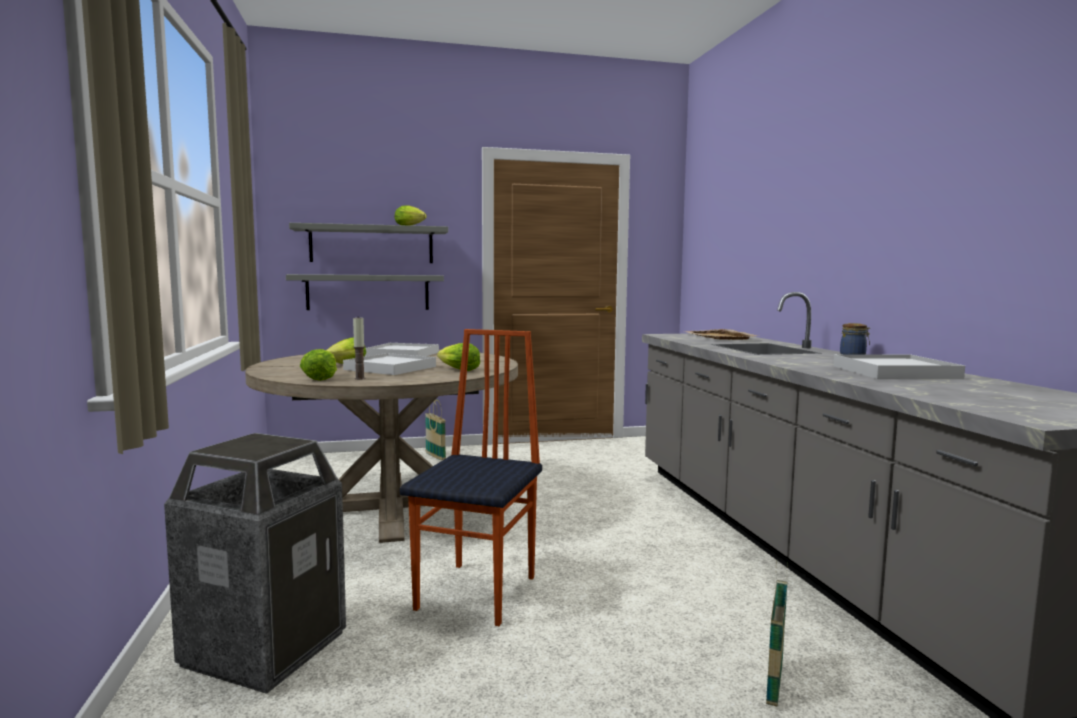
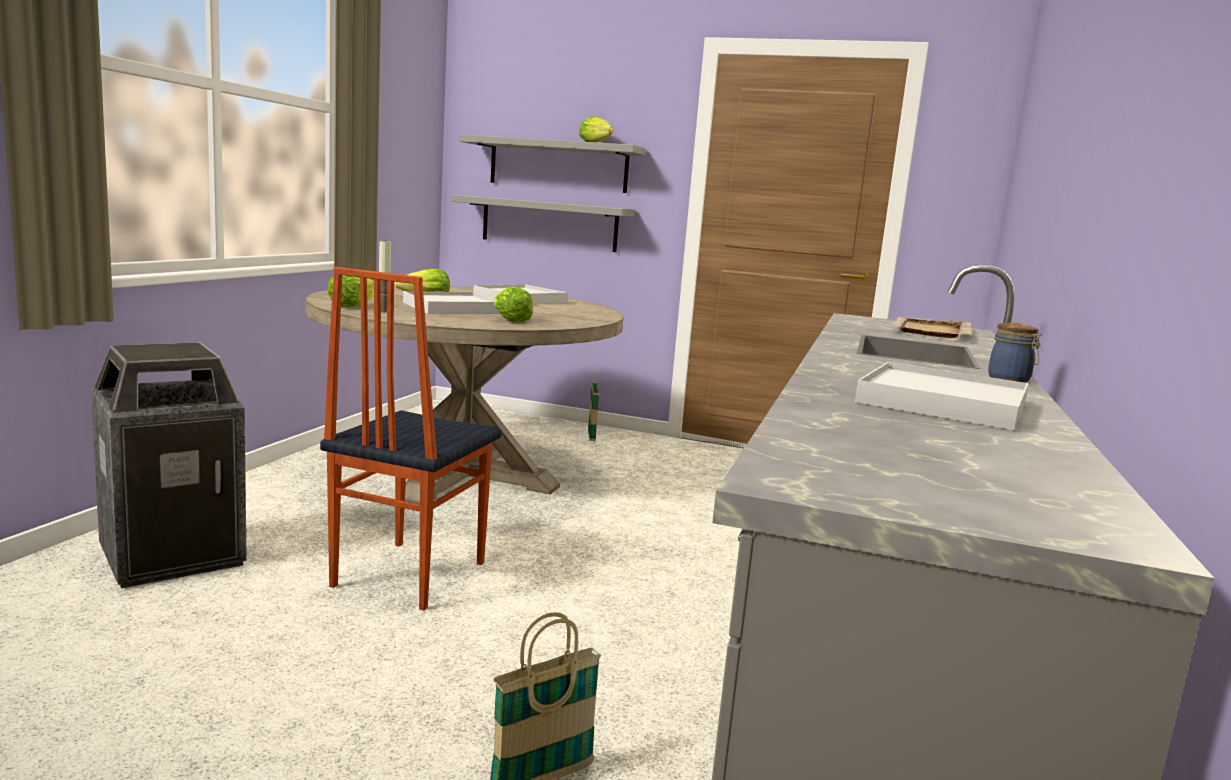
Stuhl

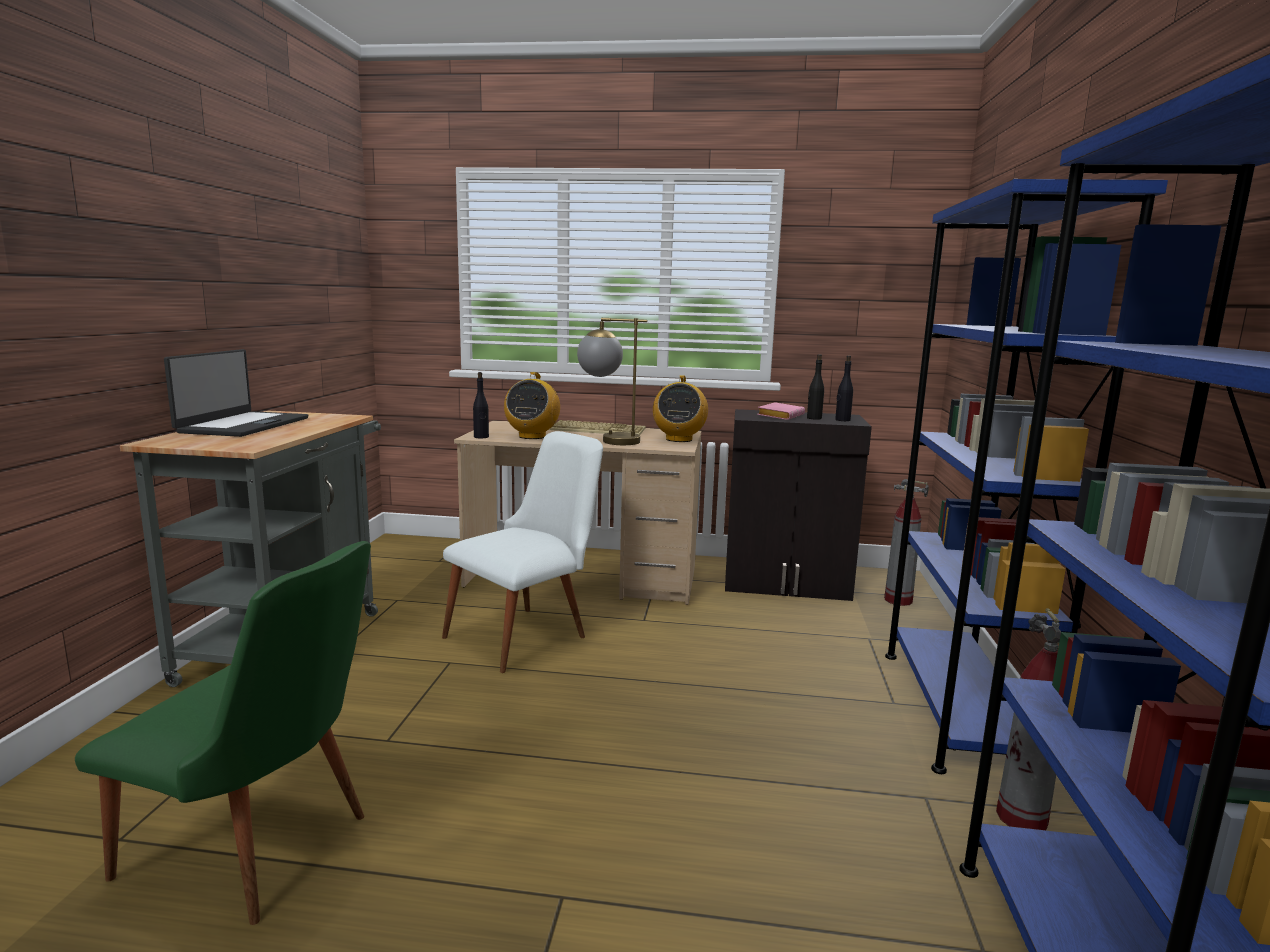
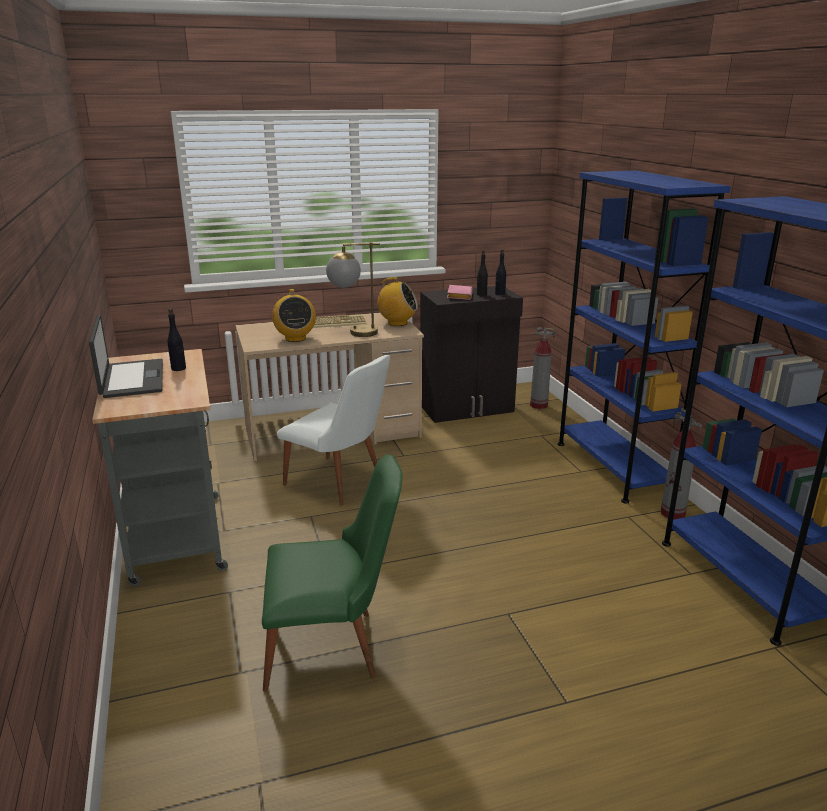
Flasche [schwarz] (no. 1 from left); Stuhl [weiß]; Radio (no. 2 from left)

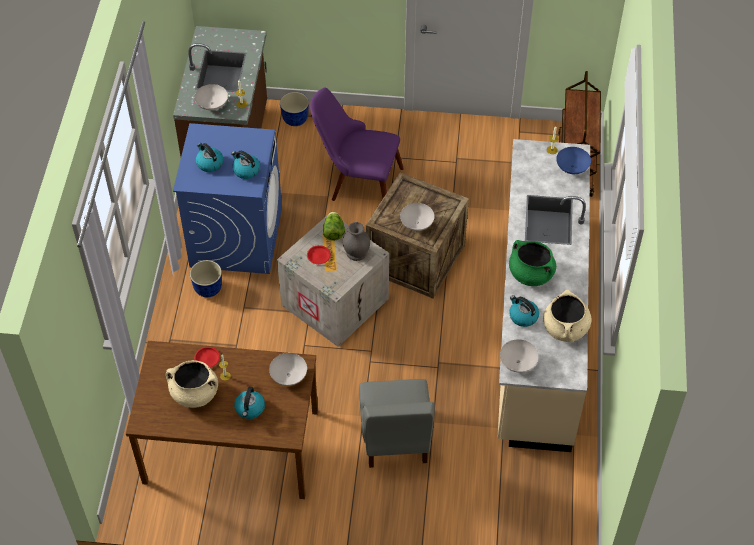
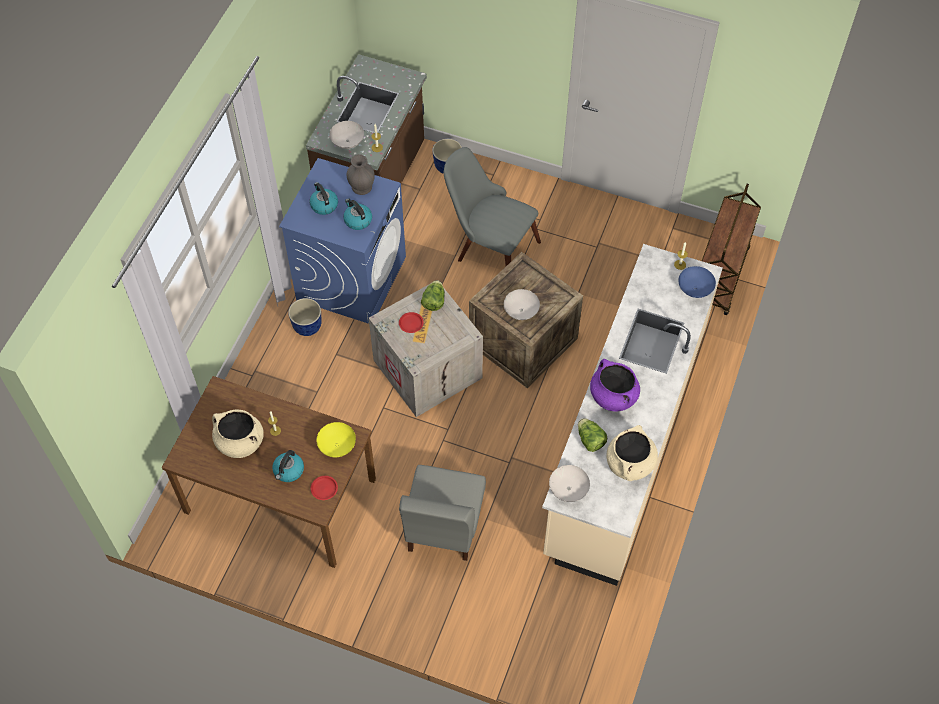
Teller [rot] (no. 1 from left); Schüssel [gelb]; Vase [grau]; Stuhl [grau] (no. 2 from left); Salatkopf (no. 2 from left); Kochtopf [lila]

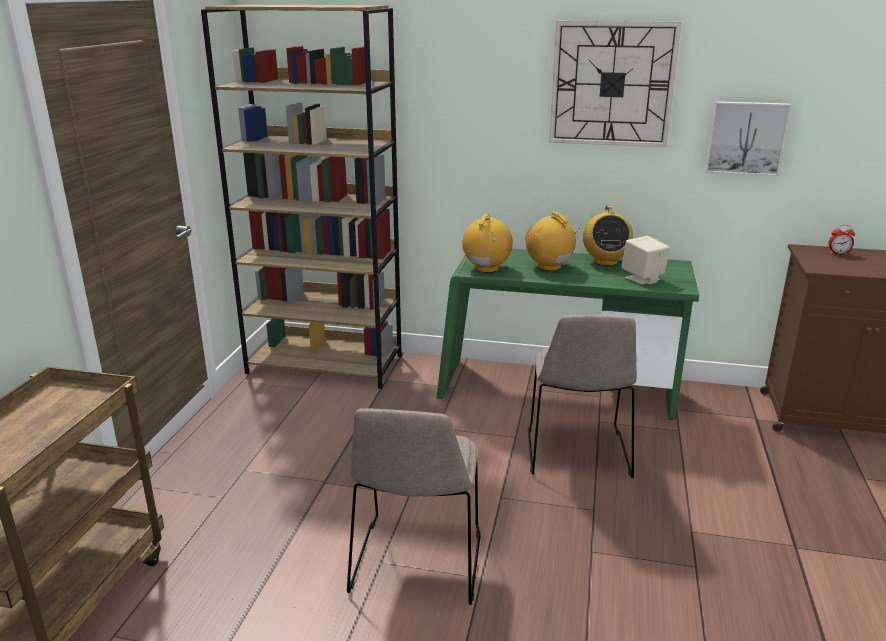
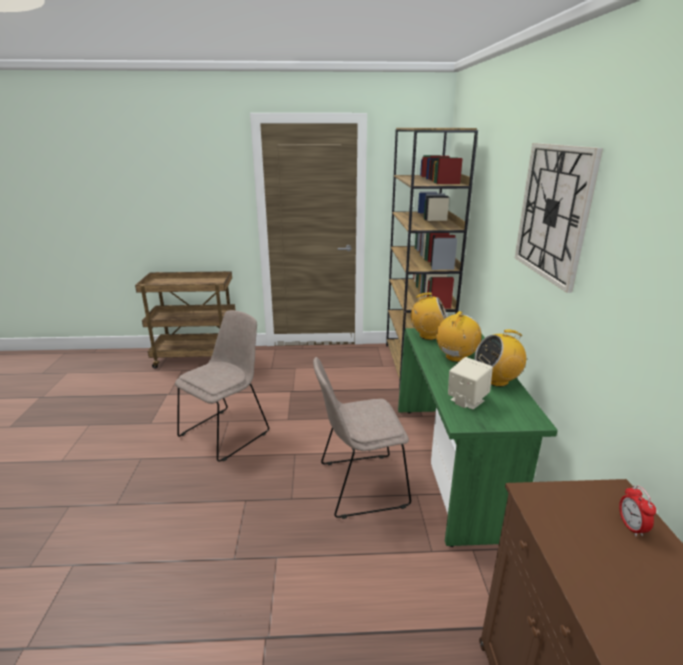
Stuhl [beige] (no. 1 from left); Bild

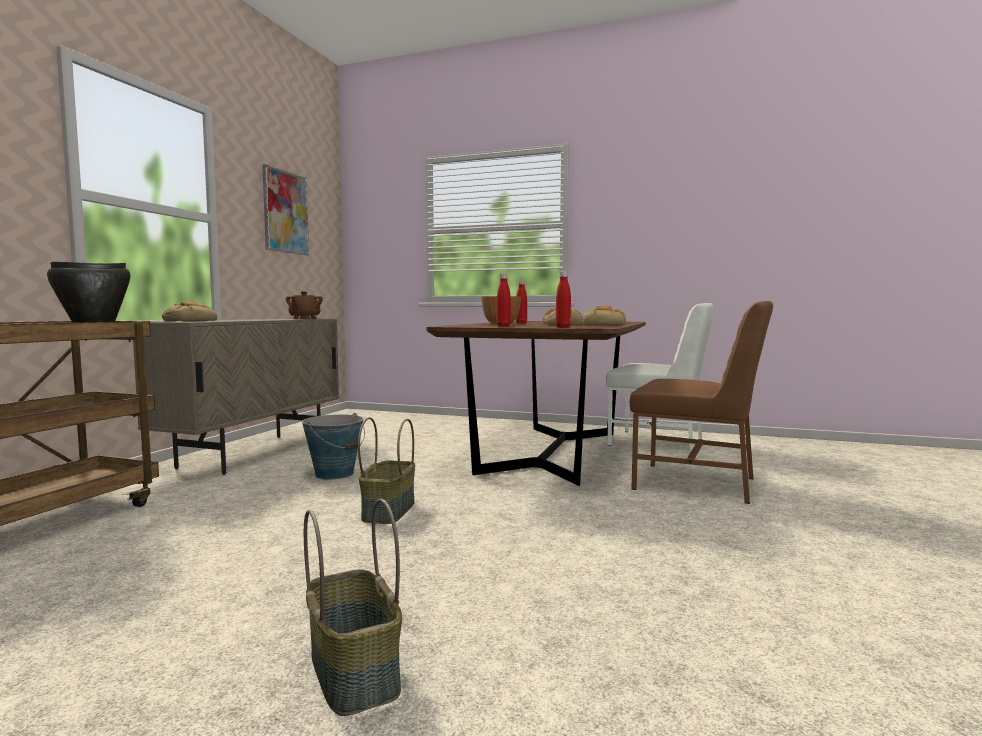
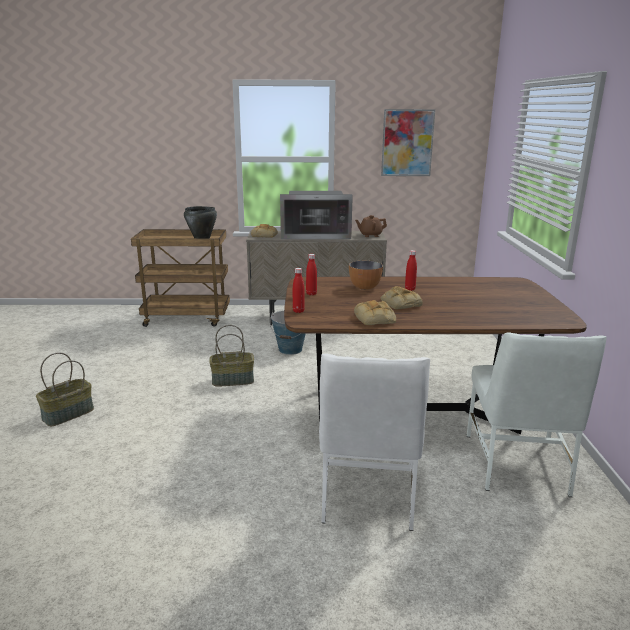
Mikrowelle; Stuhl [weiß] (no. 1 from left)

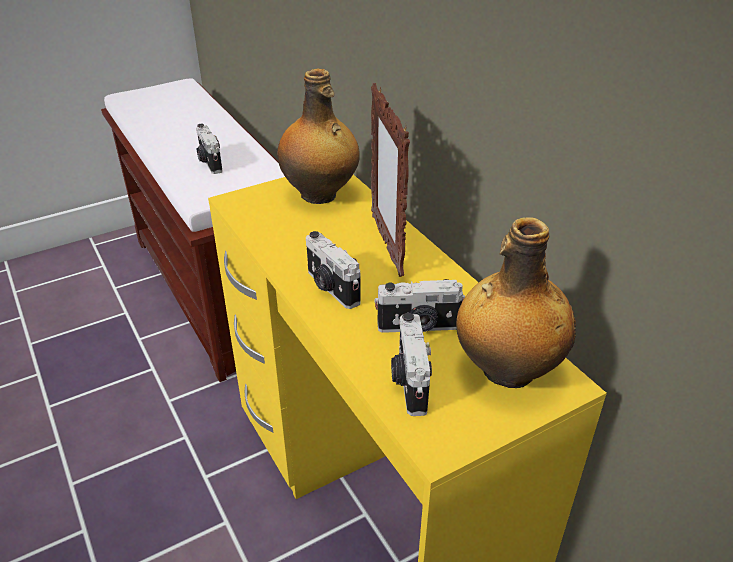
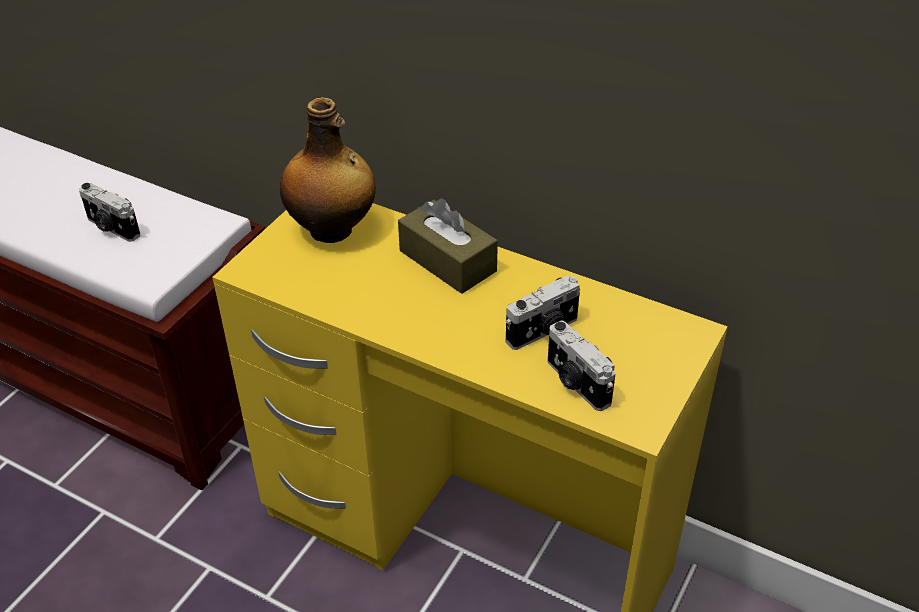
Taschentuchbox [braun]; Kamera (no. 2 from left in the first image); Flasche (no. 2 from left in the first image)

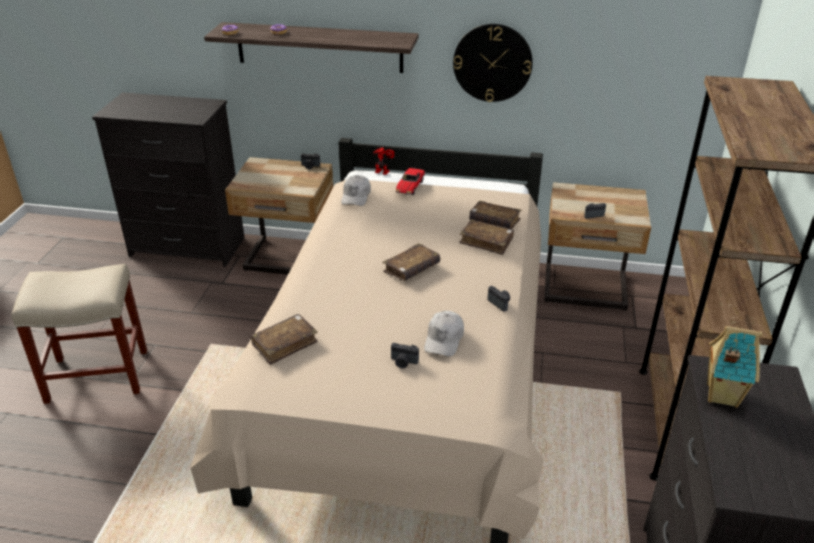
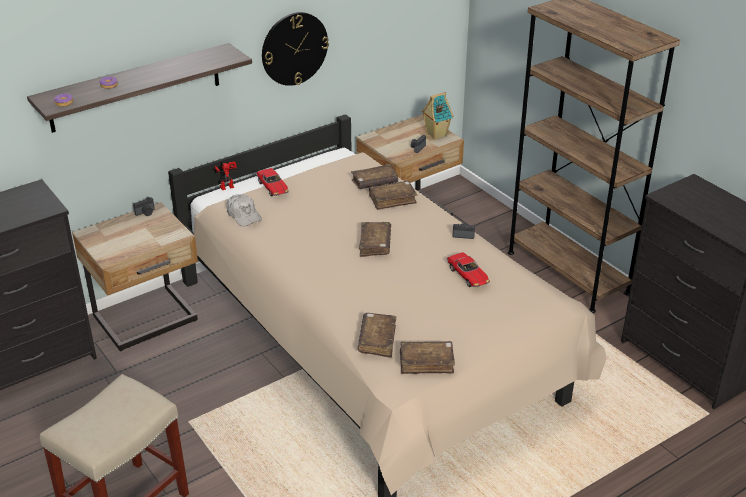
Buch [braun] (no. 5 from left); Spielzeughaus; Spielzeugauto (no. 2 from left); Kamera (no. 2 from left in the first image)

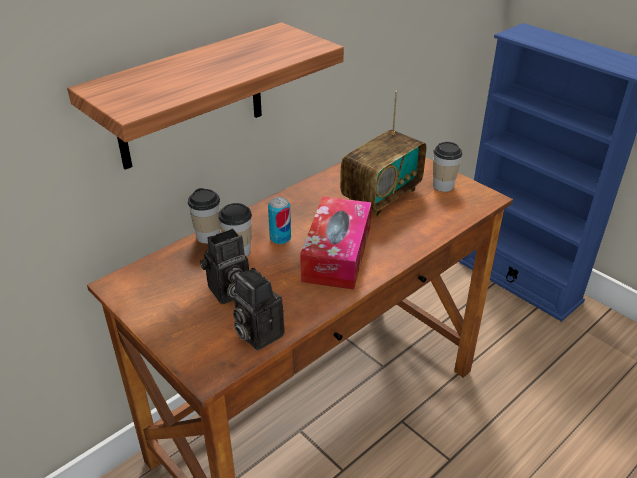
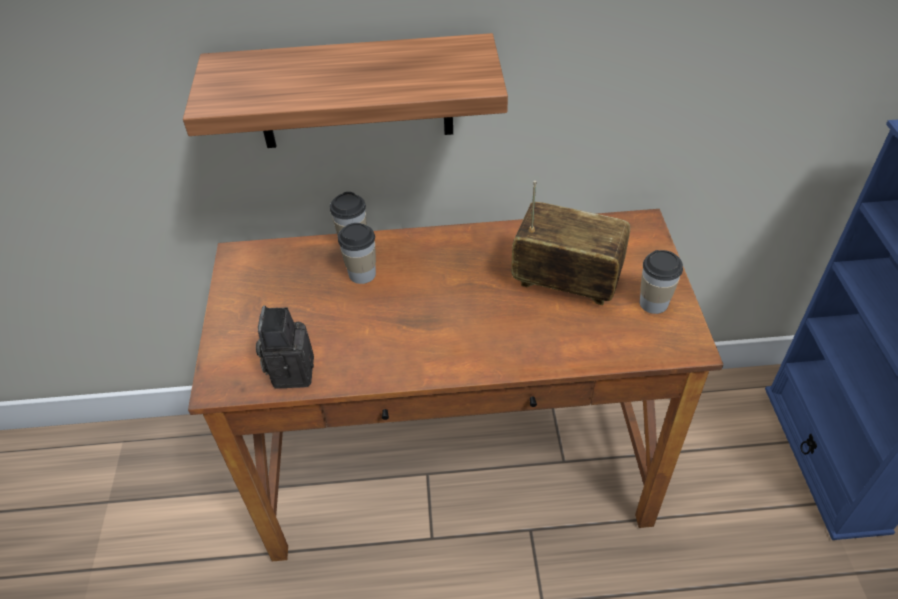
Radio; Kamera (no. 1 from left in the first image); Dose; Taschentuchbox

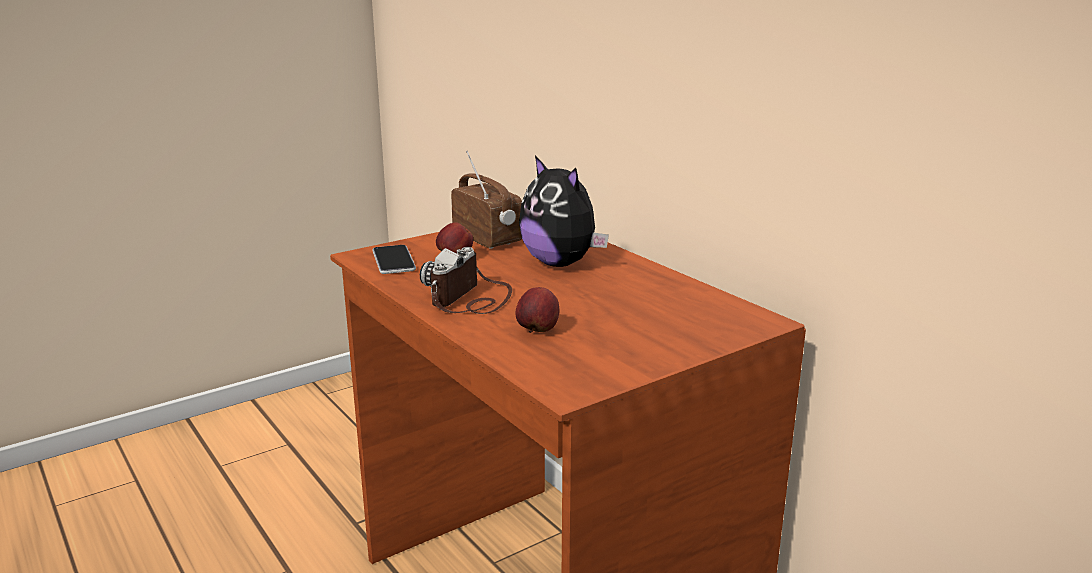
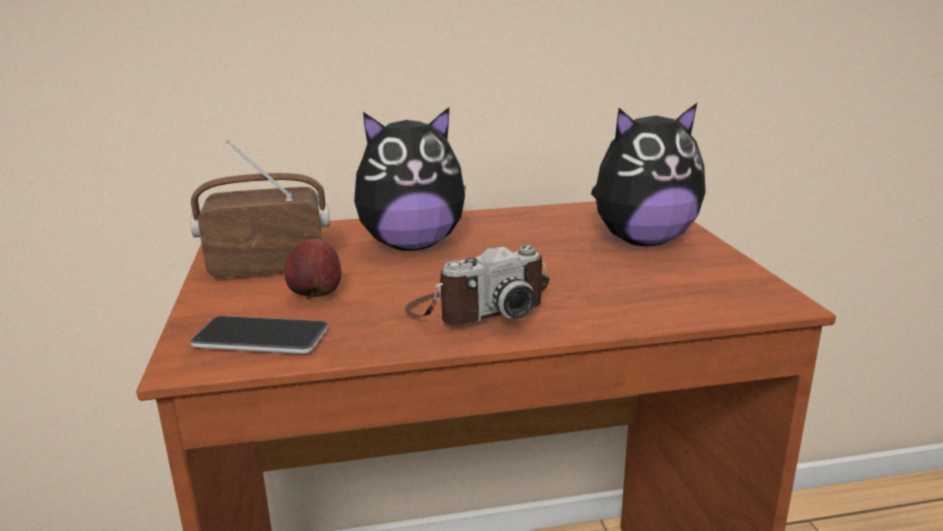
Kamera; Plüschtier (no. 2 from left); Apfel (no. 2 from left in the first image)

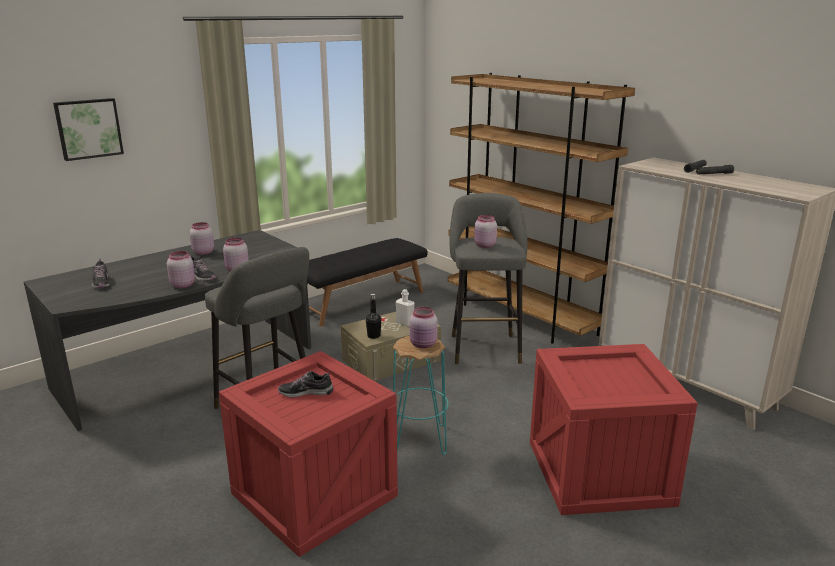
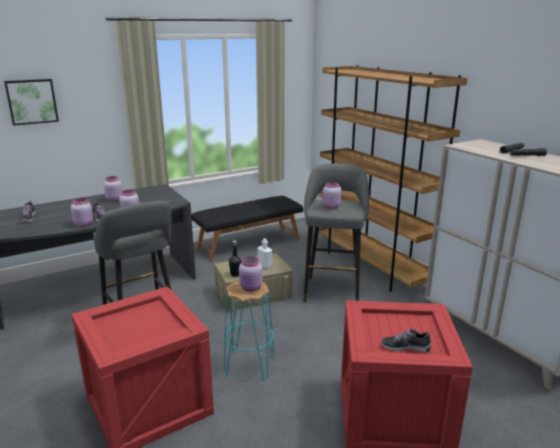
Schuh (no. 3 from left)

